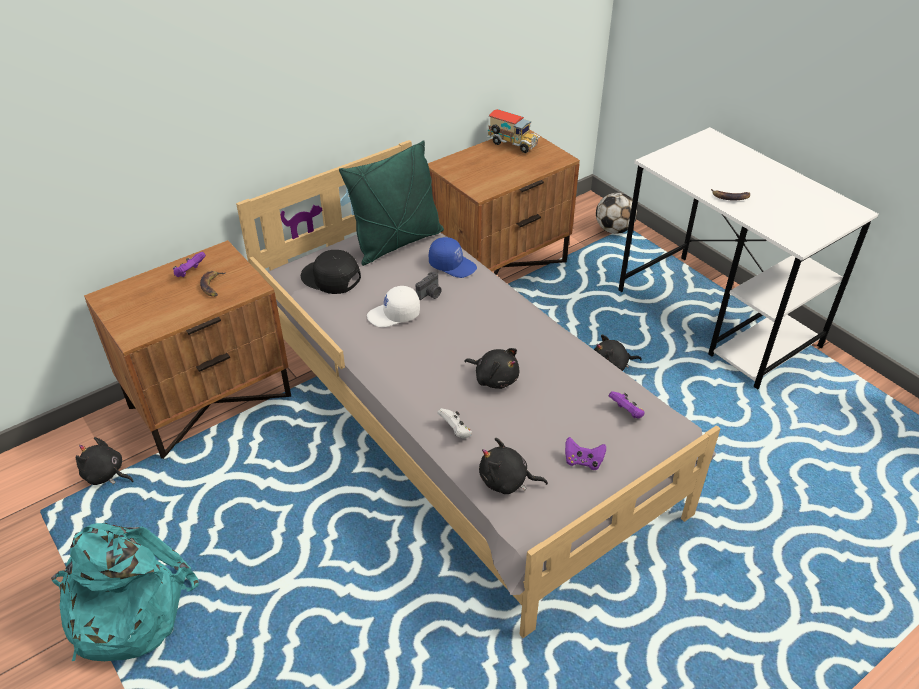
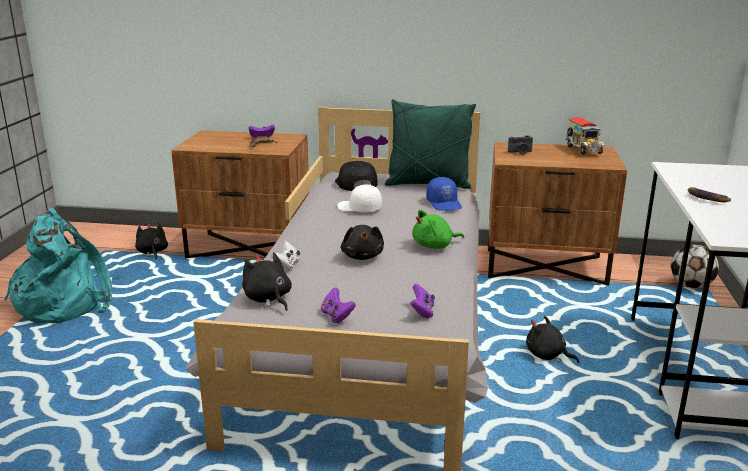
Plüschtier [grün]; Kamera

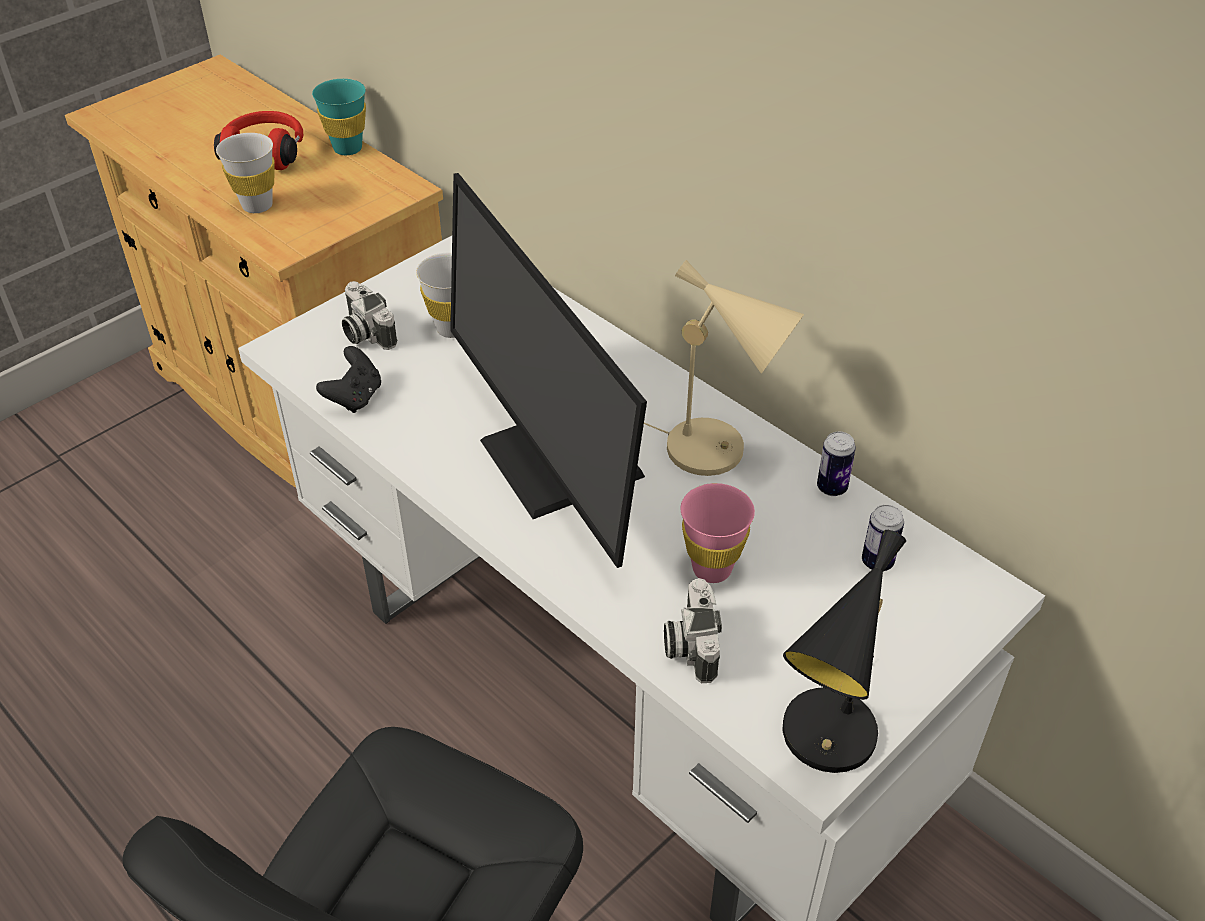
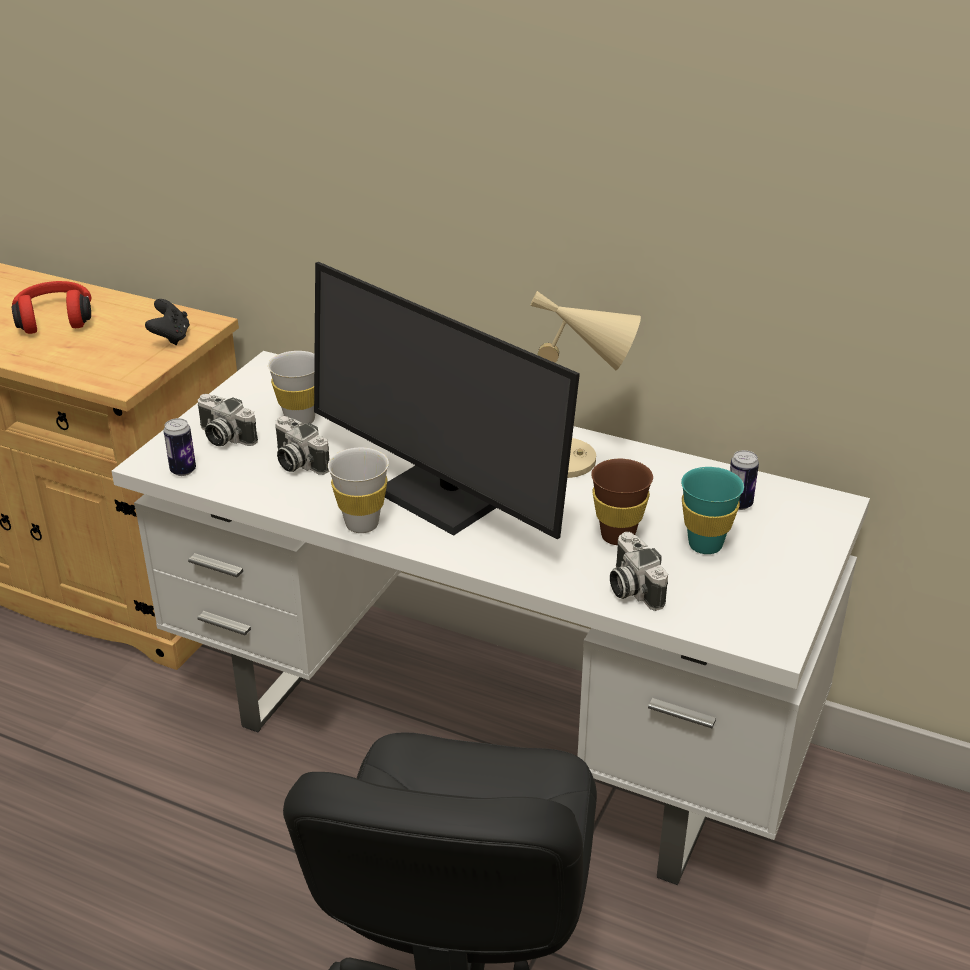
Gamepad [schwarz]; Dose (no. 1 from left); Kamera (no. 2 from left); Tasse [weiß] (no. 2 from left); Tasse [braun]; Tasse [türkis]; Tischlampe [schwarz]

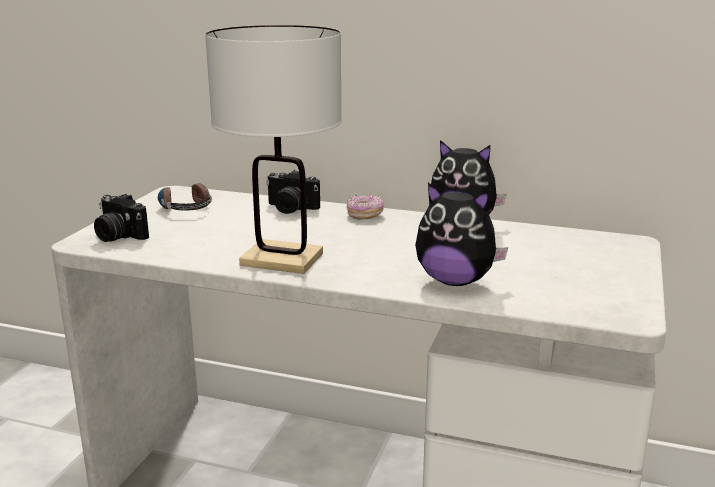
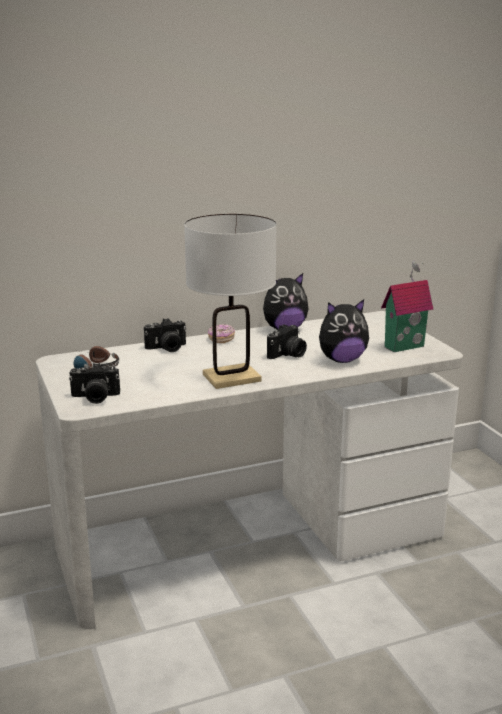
Kamera (no. 3 from left); Spielzeughaus

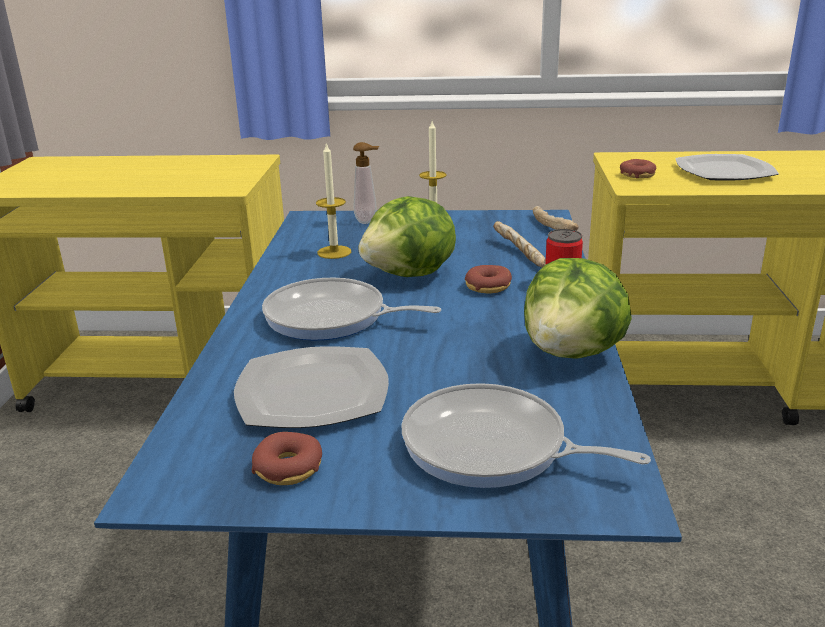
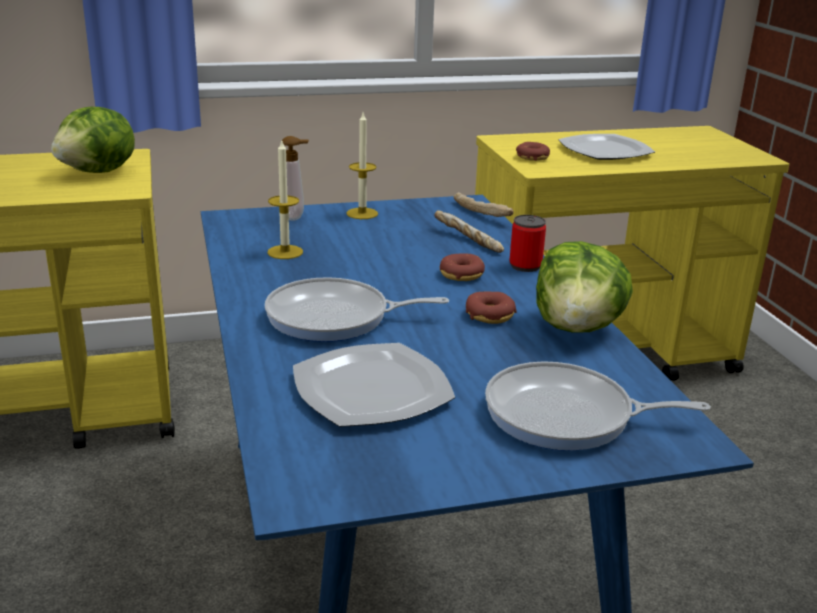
Salatkopf (no. 1 from left); Donut (no. 2 from left)

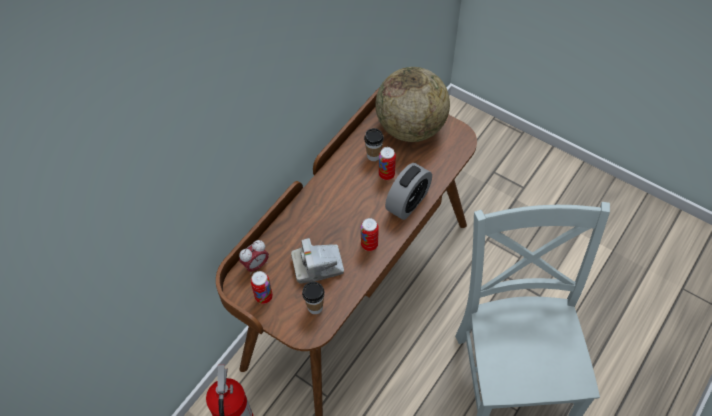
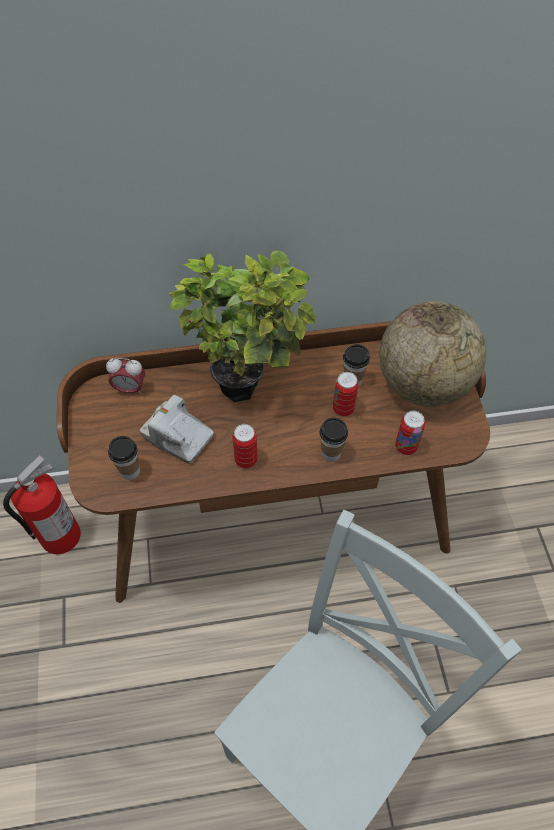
Topfpflanze; Tasse (no. 2 from left); Dose (no. 3 from left)

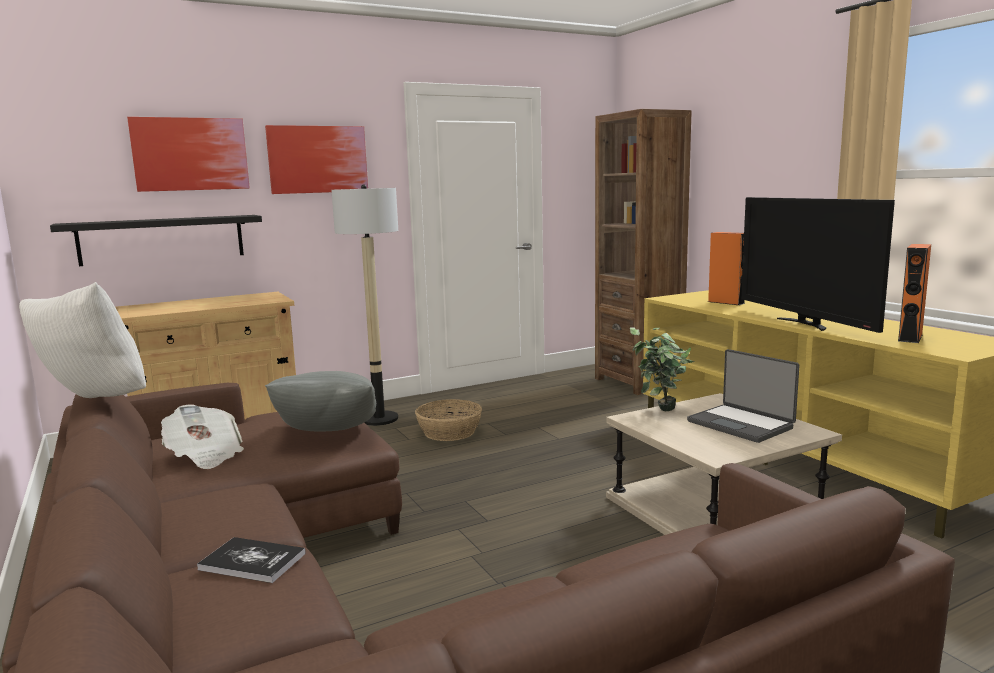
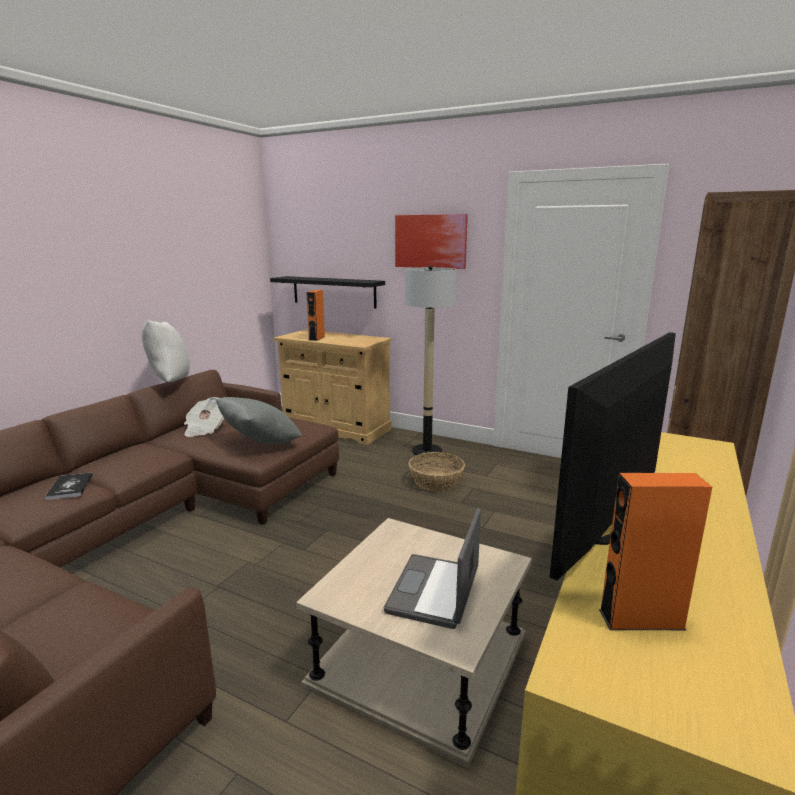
Lautsprecher [orange] (no. 1 from left); Bild (no. 1 from left in the first image); Topfpflanze

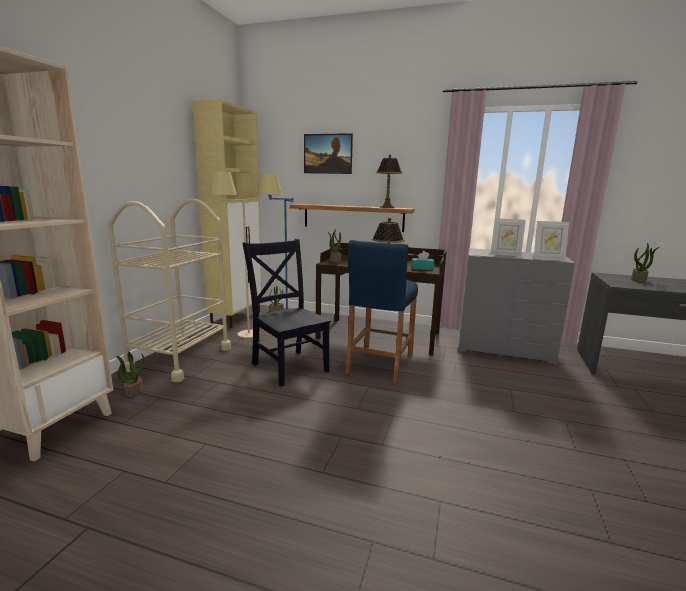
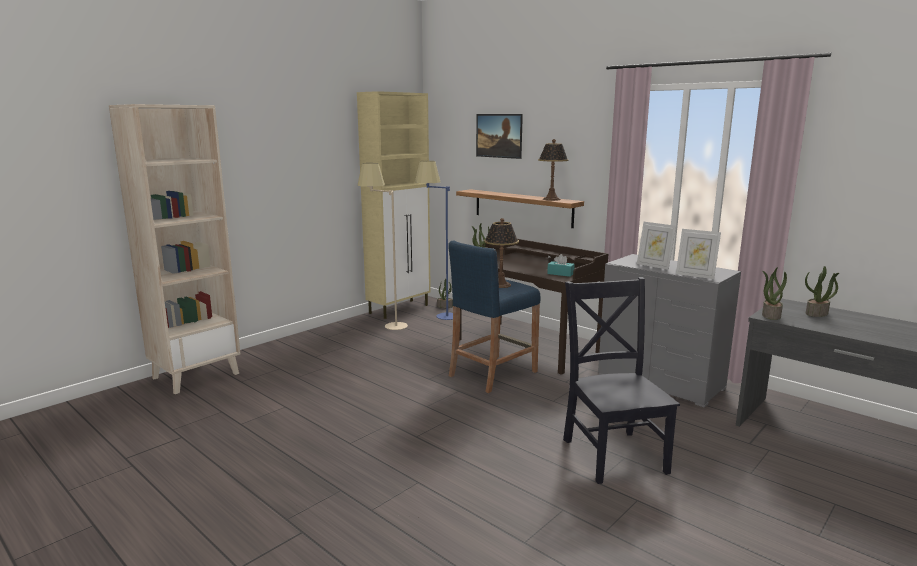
Stuhl [schwarz]; Topfpflanze (no. 3 from left); Rollwagen [beige]

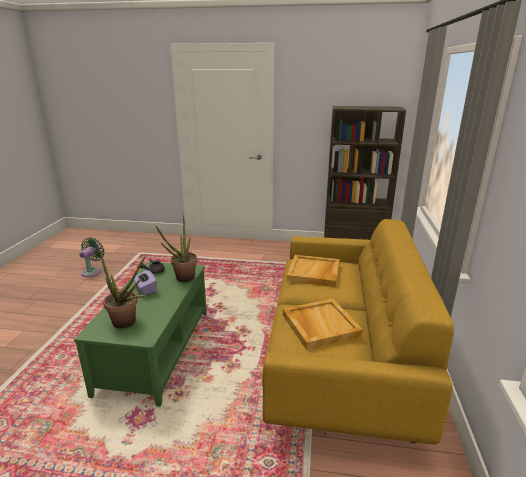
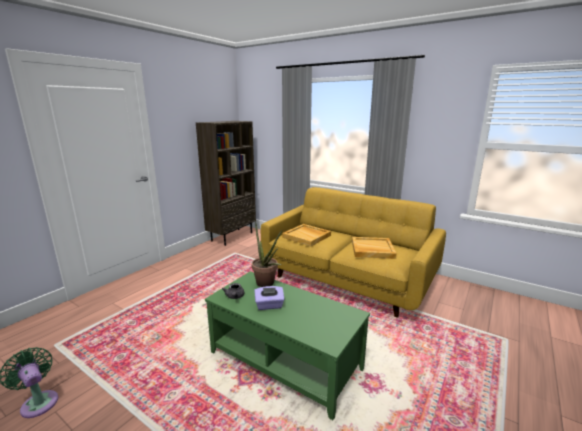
Topfpflanze (no. 1 from left in the first image)

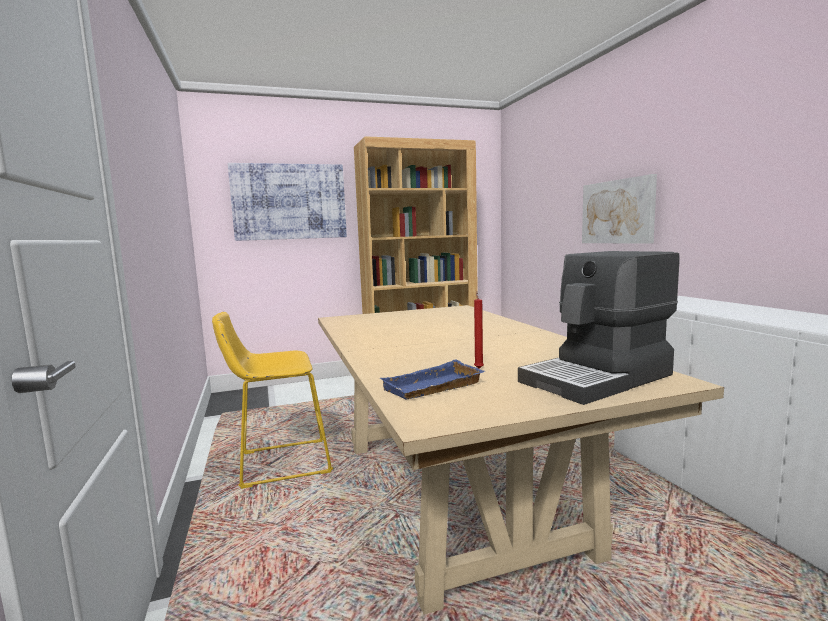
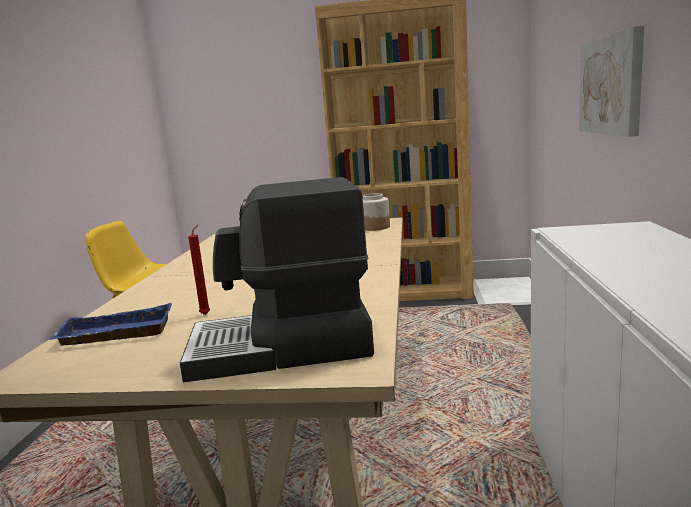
Vorratsglas; Bild (no. 1 from left in the first image)

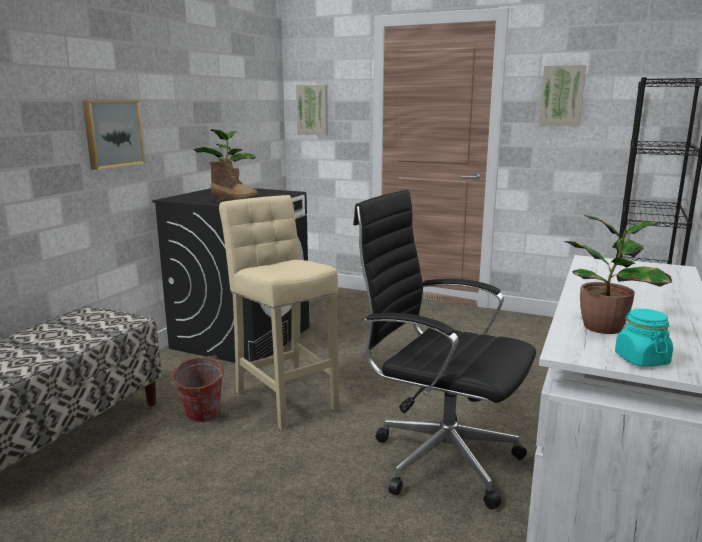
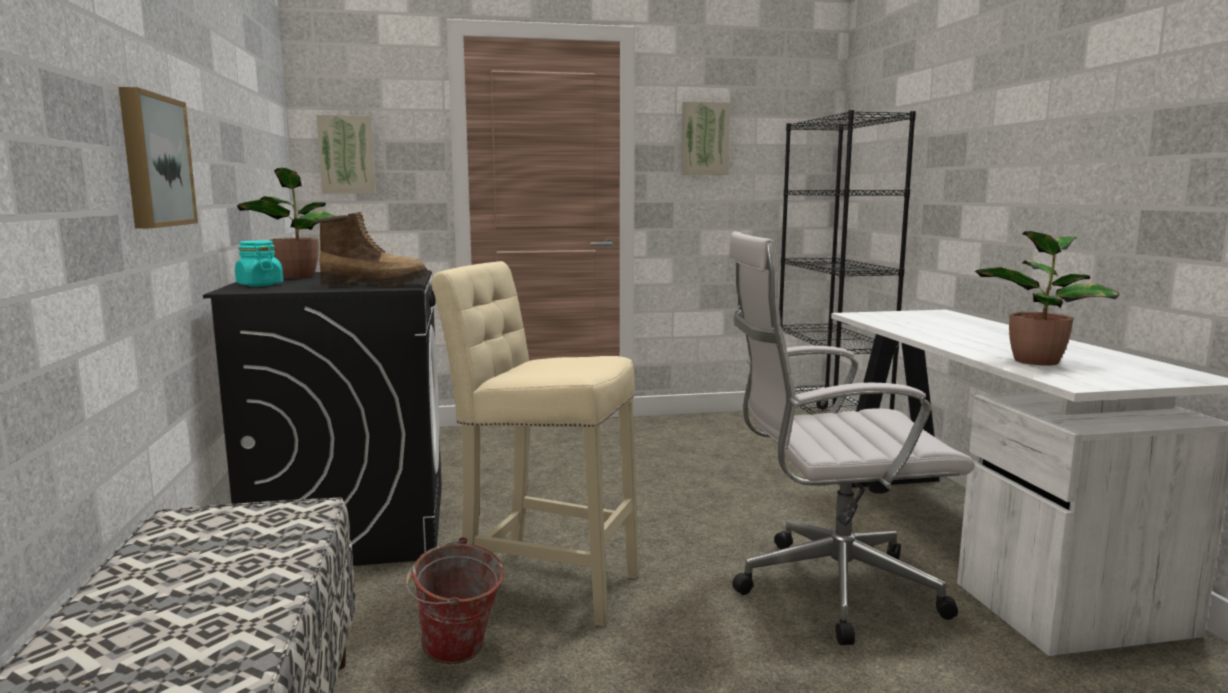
Vorratsglas [türkis]; Bürostuhl [weiß]

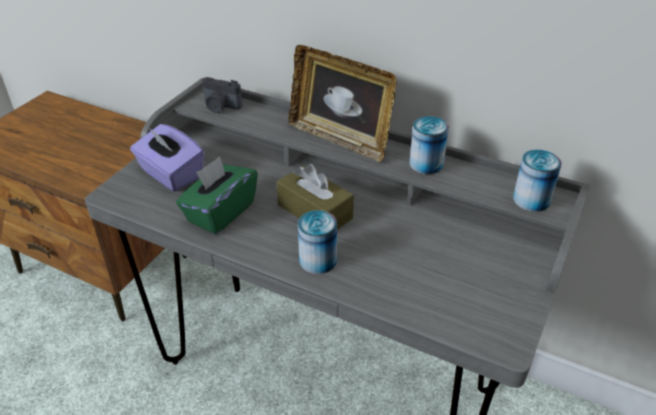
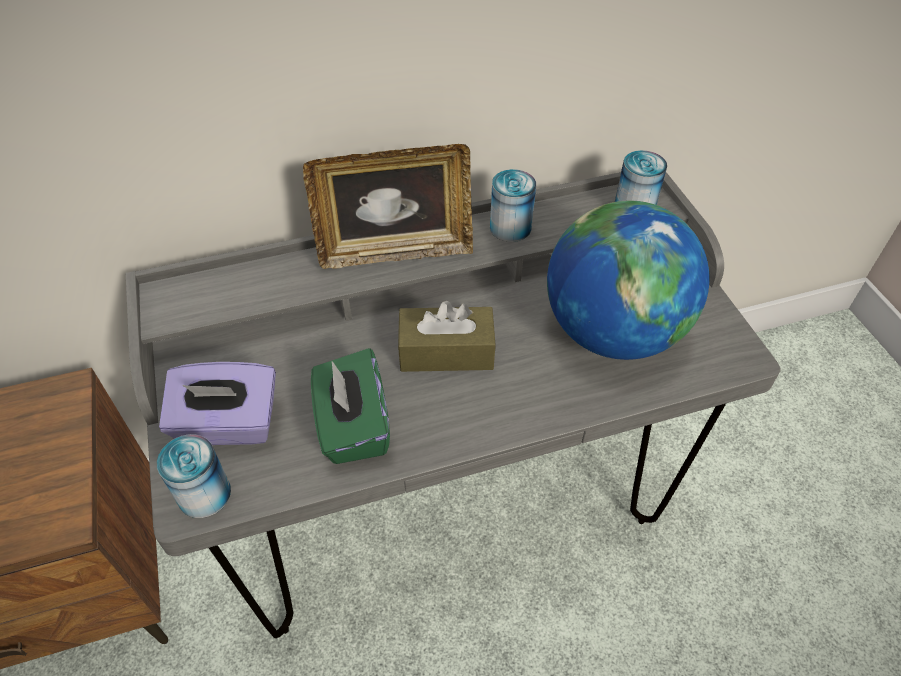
Dose (no. 1 from left); Globus; Kamera

